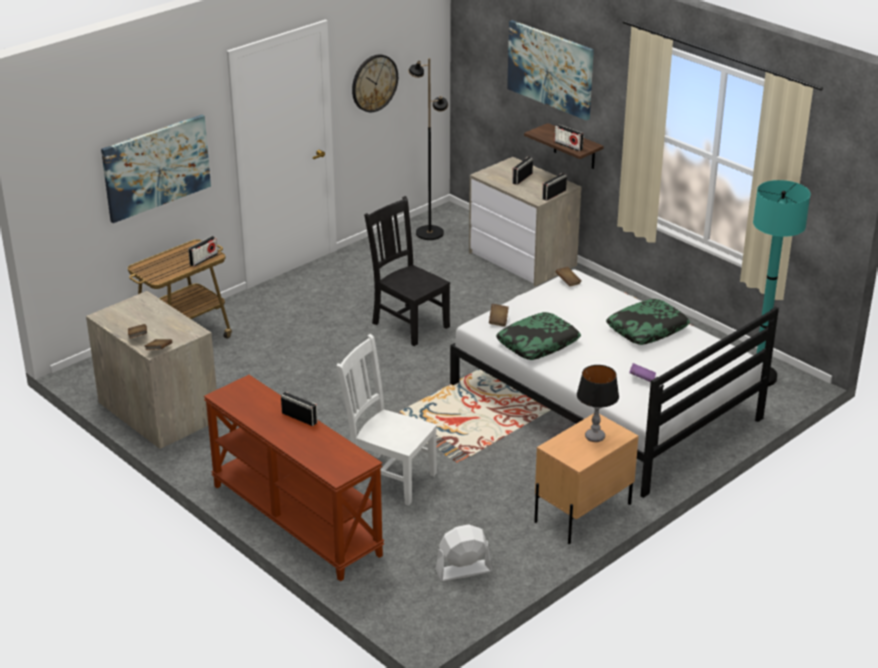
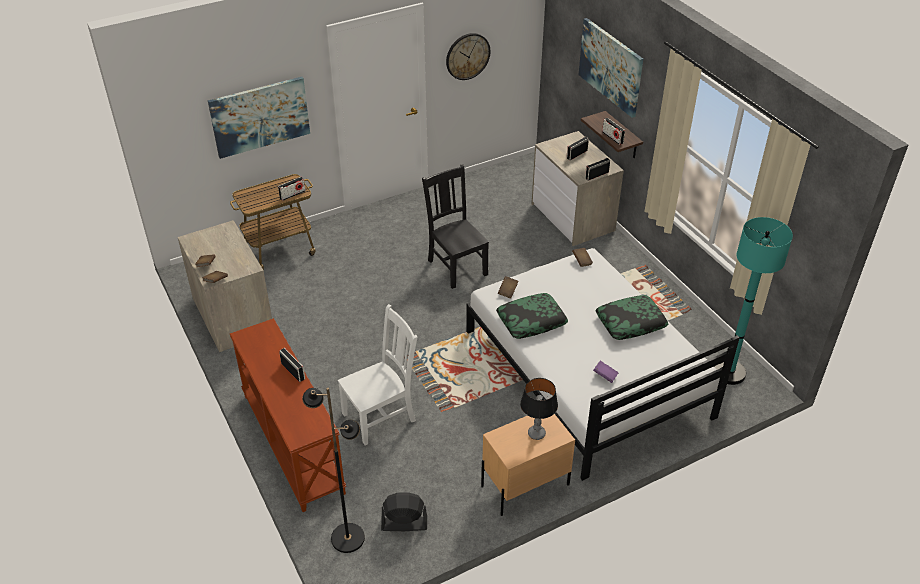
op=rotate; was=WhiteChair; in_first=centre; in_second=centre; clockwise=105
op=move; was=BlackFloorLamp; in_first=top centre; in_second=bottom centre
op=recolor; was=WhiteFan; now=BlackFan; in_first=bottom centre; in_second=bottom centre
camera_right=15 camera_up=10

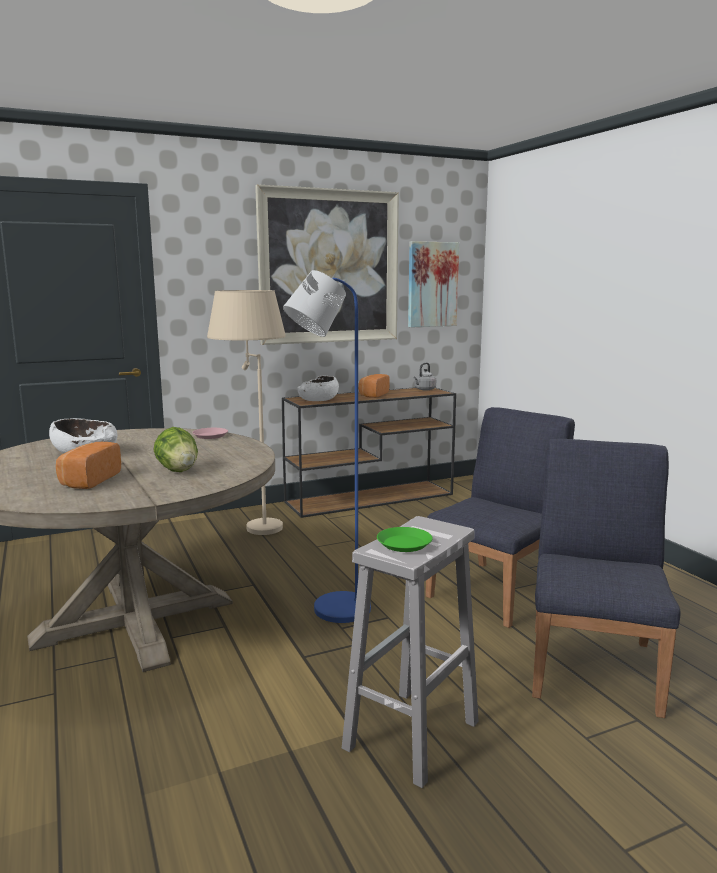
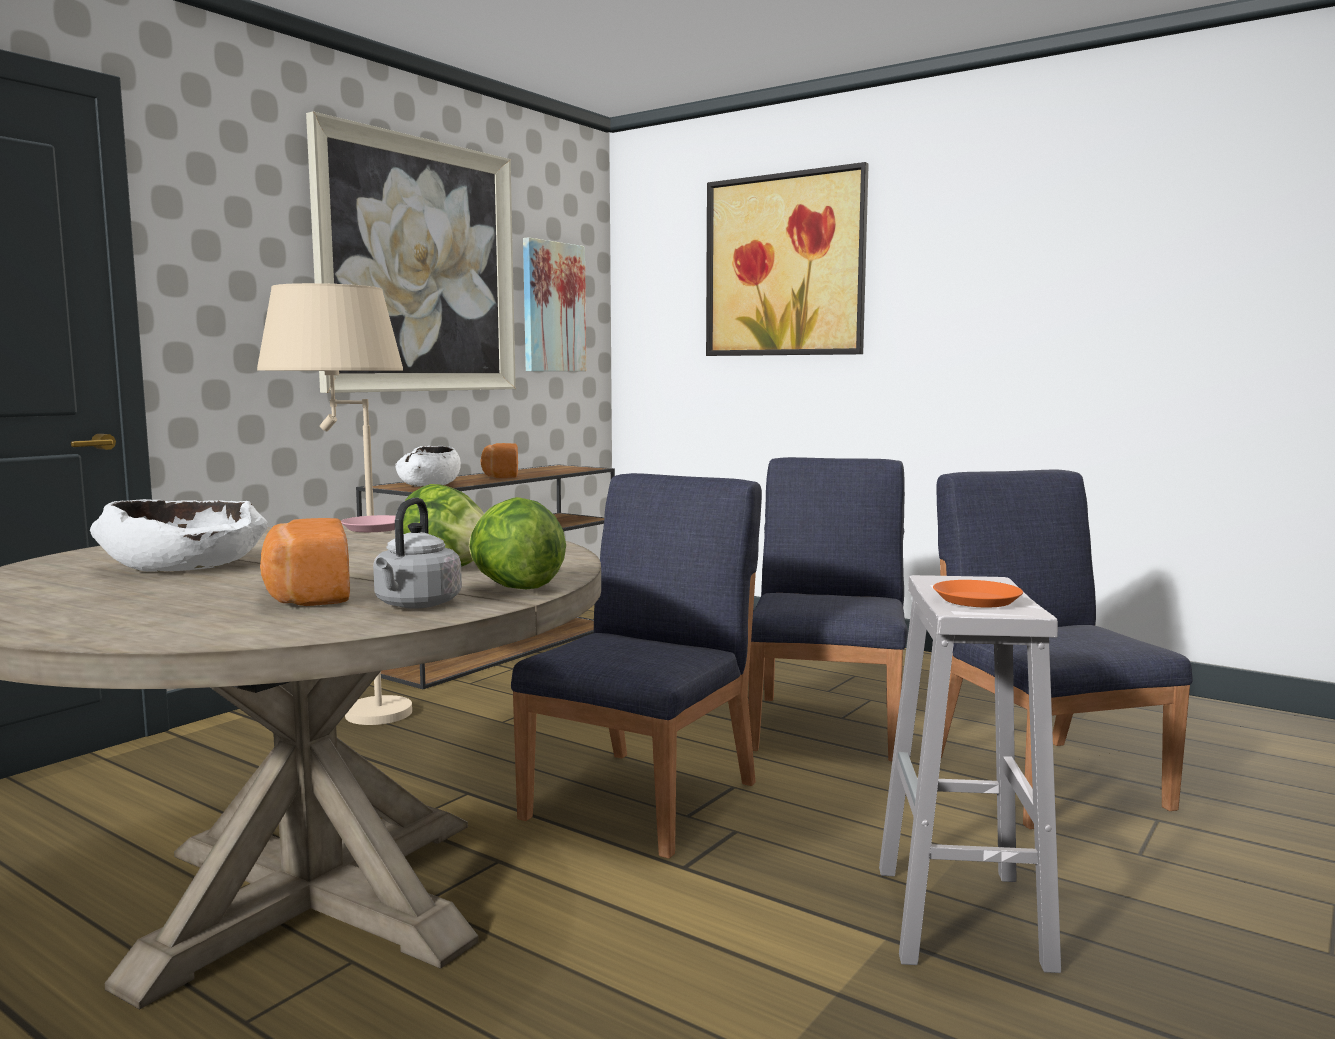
op=replace; was=BlueFloorLamp; now=BlueChair (1st from left); in_first=centre; in_second=centre
op=recolor; was=GreenPlate; now=OrangePlate; in_first=centre; in_second=middle right
op=move; was=GreyKettle; in_first=centre; in_second=middle left
op=insert; now=Lettuce (2nd from left); in_second=centre
op=insert; now=Picture (3rd from left); in_second=top centre
camera_right=-30 camera_up=-5

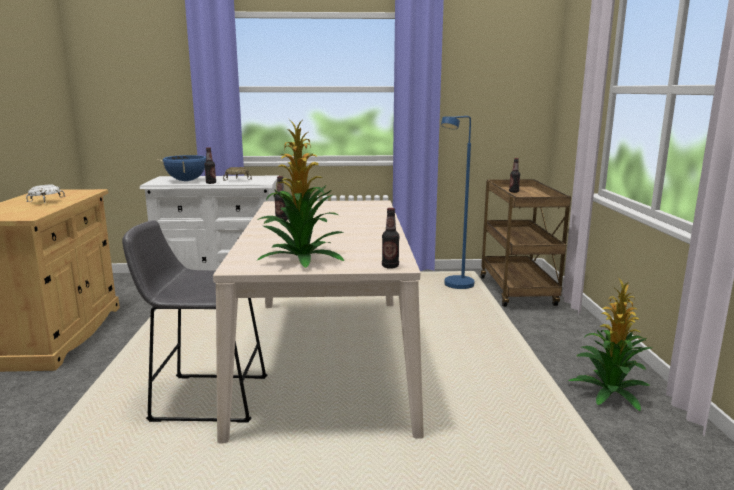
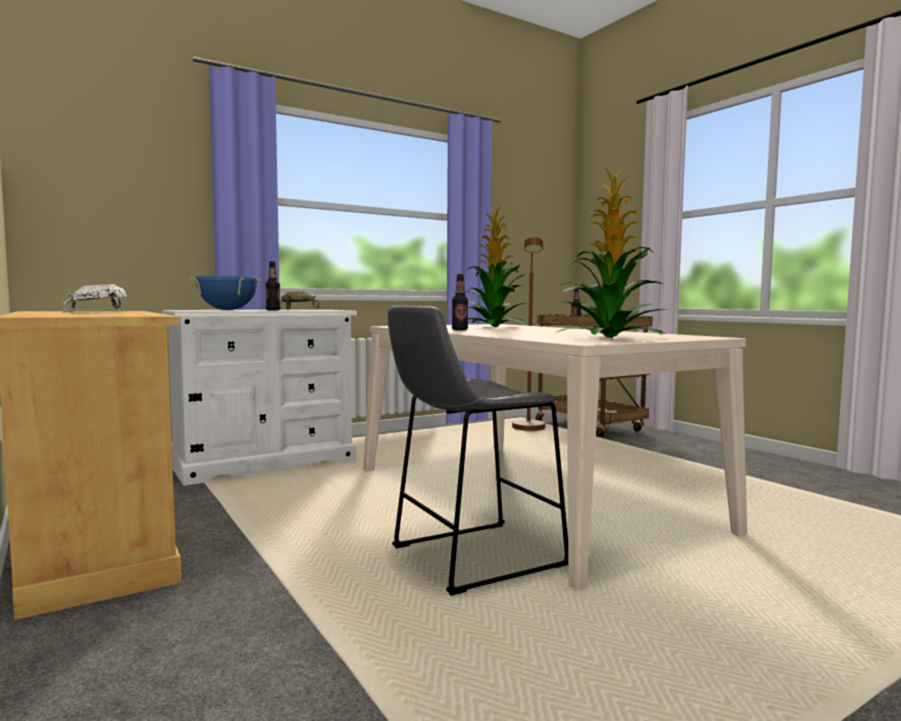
op=delete; was=Bottle (3rd from left); in_first=centre
op=recolor; was=BlueFloorLamp; now=BrownFloorLamp; in_first=centre; in_second=centre
op=move; was=PottedPlant (2nd from left in the first image); now=PottedPlant (1st from left); in_first=bottom right; in_second=centre
camera_right=-30 camera_up=-10

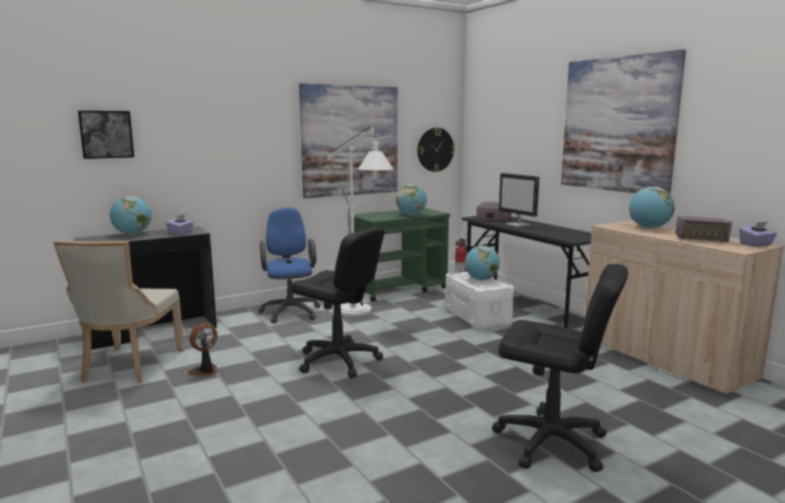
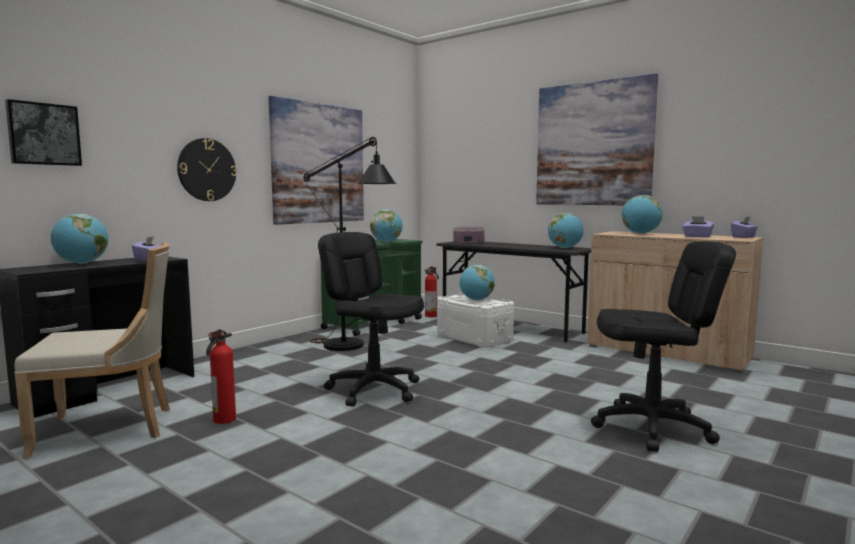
op=rotate; was=BeigeChair; in_first=middle left; in_second=middle left; clockwise=-90
op=replace; was=Fan; now=FireExtinguisher (1st from left); in_first=bottom left; in_second=bottom left
op=delete; was=BlueOfficeChair; in_first=centre
op=rotate; was=BlackOfficeChair (1st from left); in_first=centre; in_second=centre; clockwise=-150
op=recolor; was=WhiteFloorLamp; now=BlackFloorLamp; in_first=centre; in_second=centre
op=move; was=WallClock; in_first=top centre; in_second=top left
op=delete; was=Monitor; in_first=centre
op=replace; was=Radio (2nd from left); now=PurpleTissueBox (2nd from left); in_first=middle right; in_second=middle right
op=insert; now=Globe (4th from left); in_second=centre
camera_right=-20 camera_up=-5

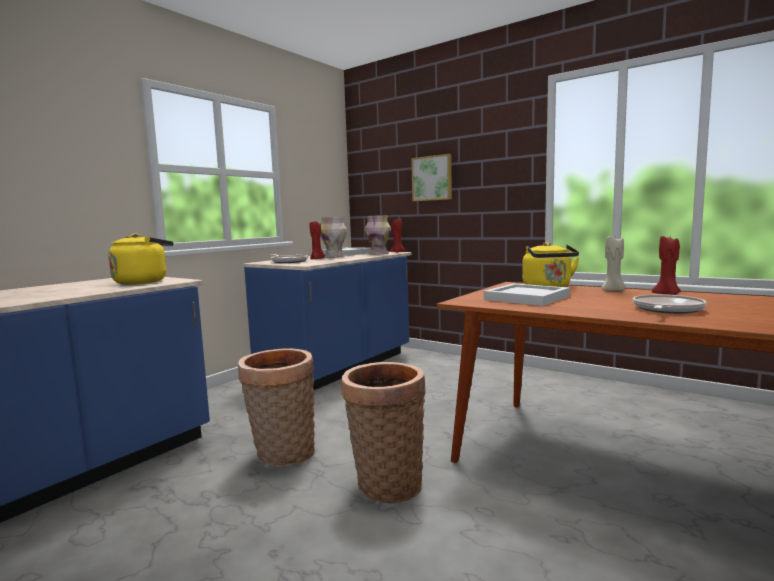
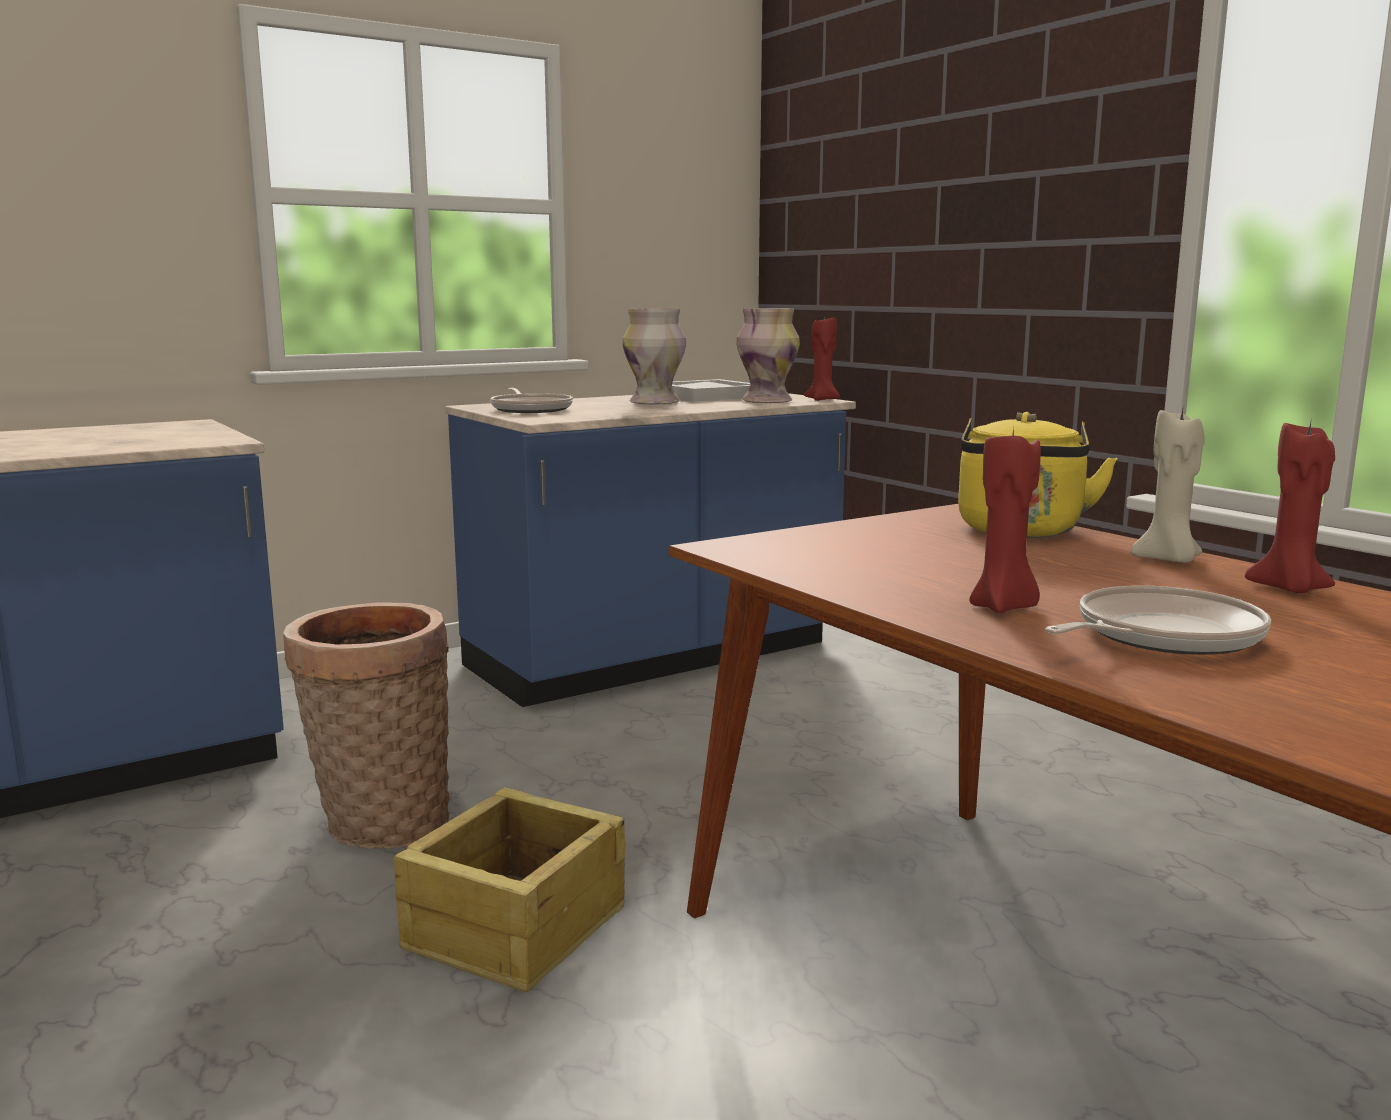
op=delete; was=YellowKettle (1st from left); in_first=middle left
op=move; was=RedCandle (1st from left in the first image); now=RedCandle (2nd from left); in_first=centre; in_second=middle right
op=replace; was=Basket (2nd from left); now=Crate; in_first=bottom centre; in_second=bottom centre
op=delete; was=Picture; in_first=top centre
op=delete; was=WhiteTray (2nd from left); in_first=middle right
camera_right=20 camera_up=5

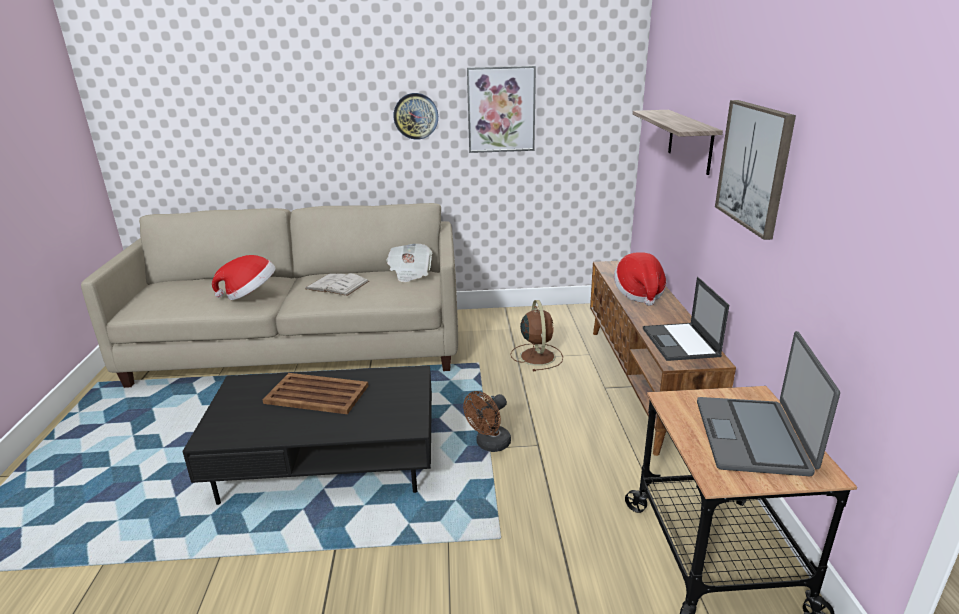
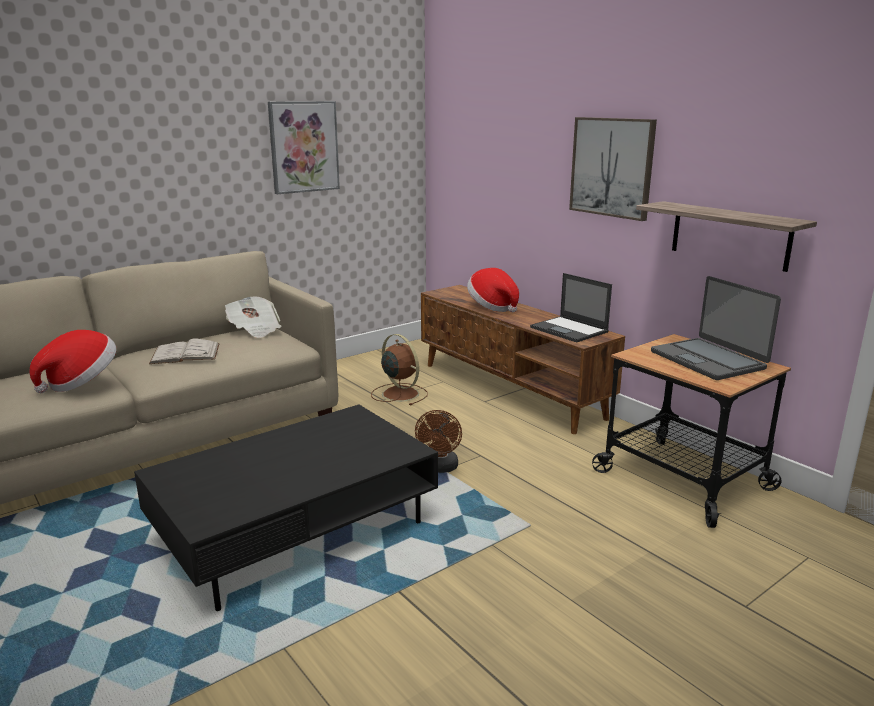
op=delete; was=BrownTray; in_first=middle left
op=delete; was=WallClock; in_first=top centre
op=move; was=Shelf; in_first=top right; in_second=middle right
camera_right=-35 camera_up=-5

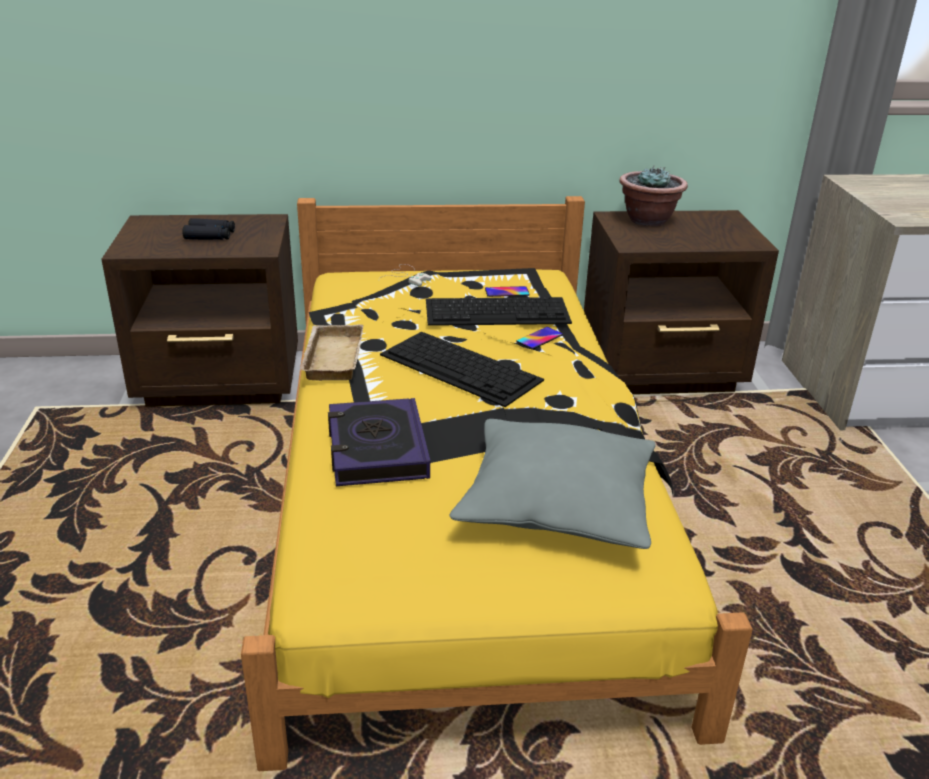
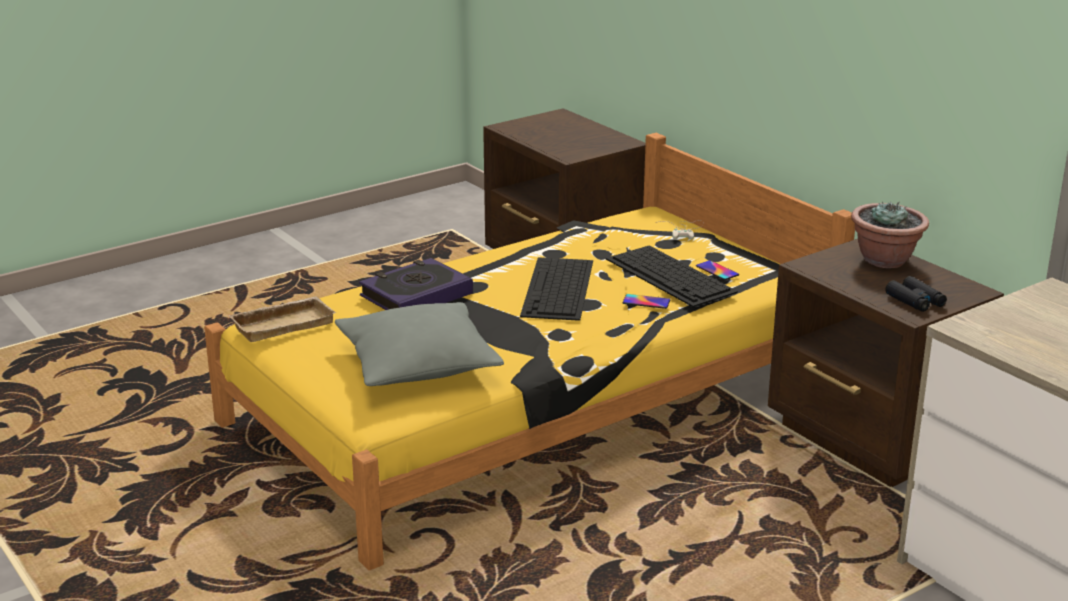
op=move; was=BlackBinoculars; in_first=top left; in_second=middle right
op=move; was=BeigeTray; in_first=centre; in_second=middle left
camera_right=60 camera_up=-5

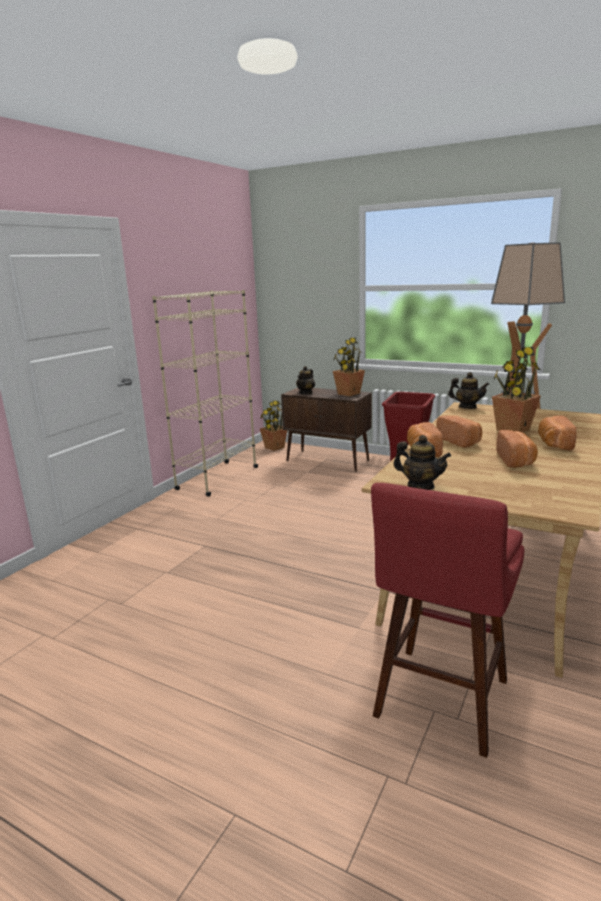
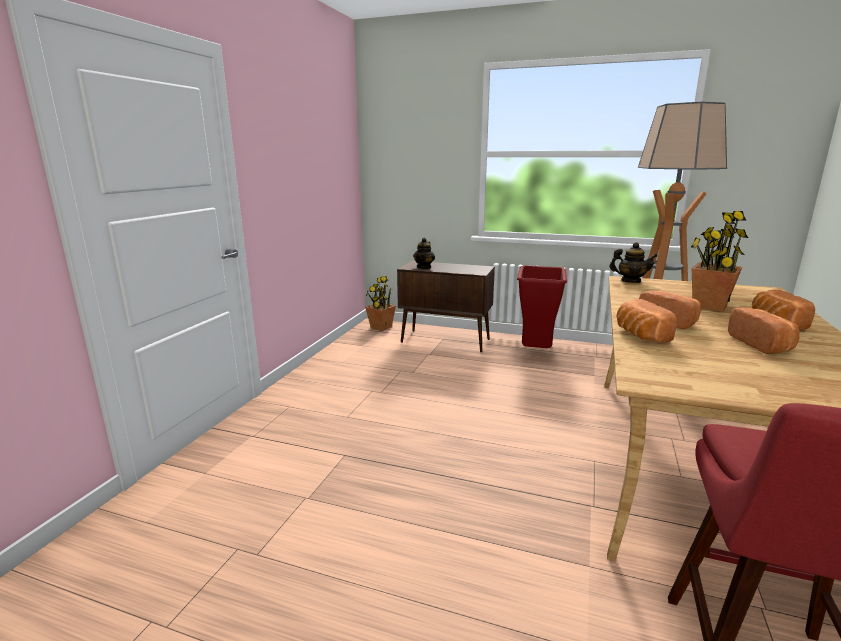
op=delete; was=BeigeBookcase; in_first=centre
op=delete; was=PottedPlant (2nd from left); in_first=centre
op=delete; was=Teapot (2nd from left); in_first=middle right
camera_right=-10 camera_up=0

